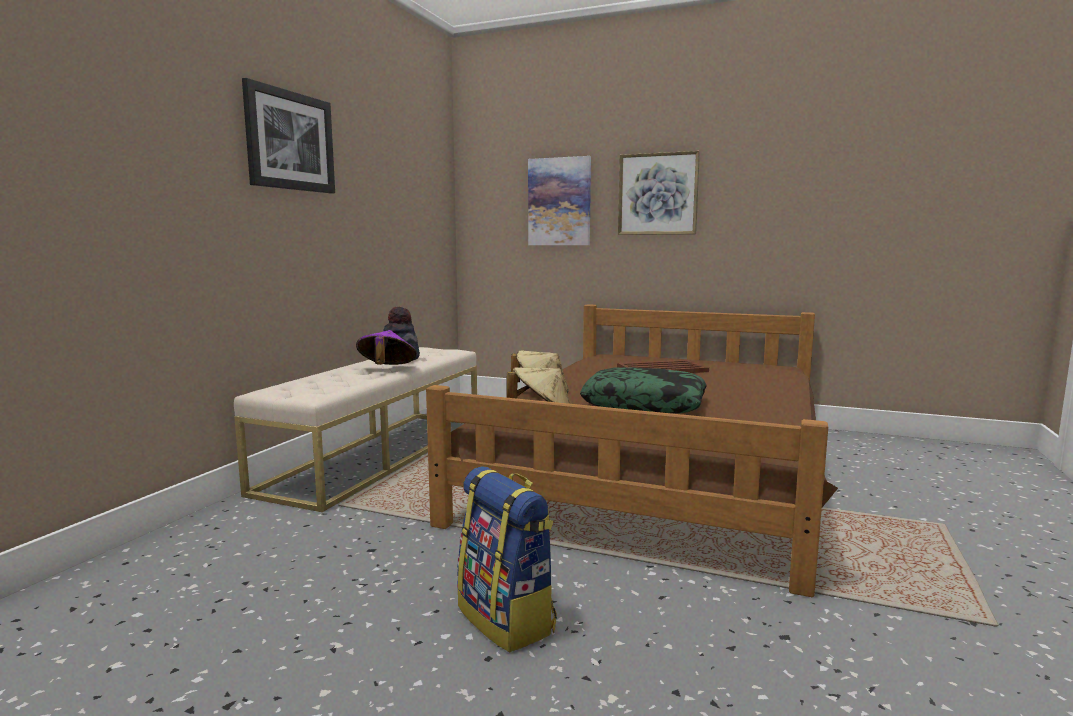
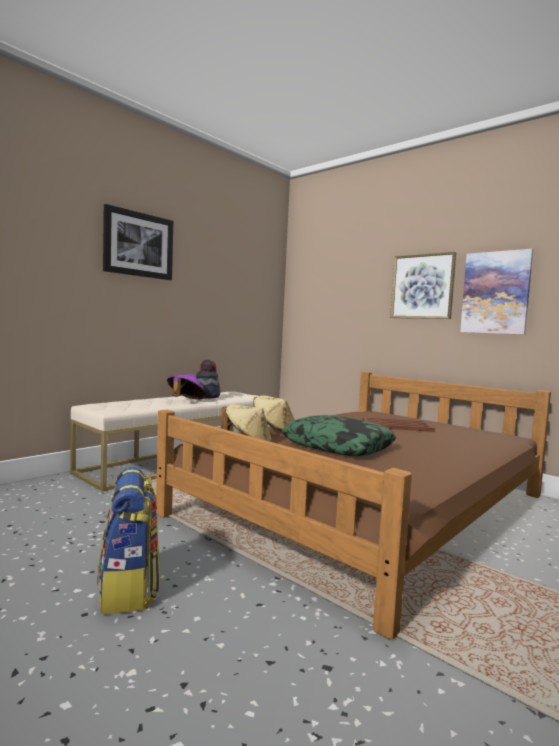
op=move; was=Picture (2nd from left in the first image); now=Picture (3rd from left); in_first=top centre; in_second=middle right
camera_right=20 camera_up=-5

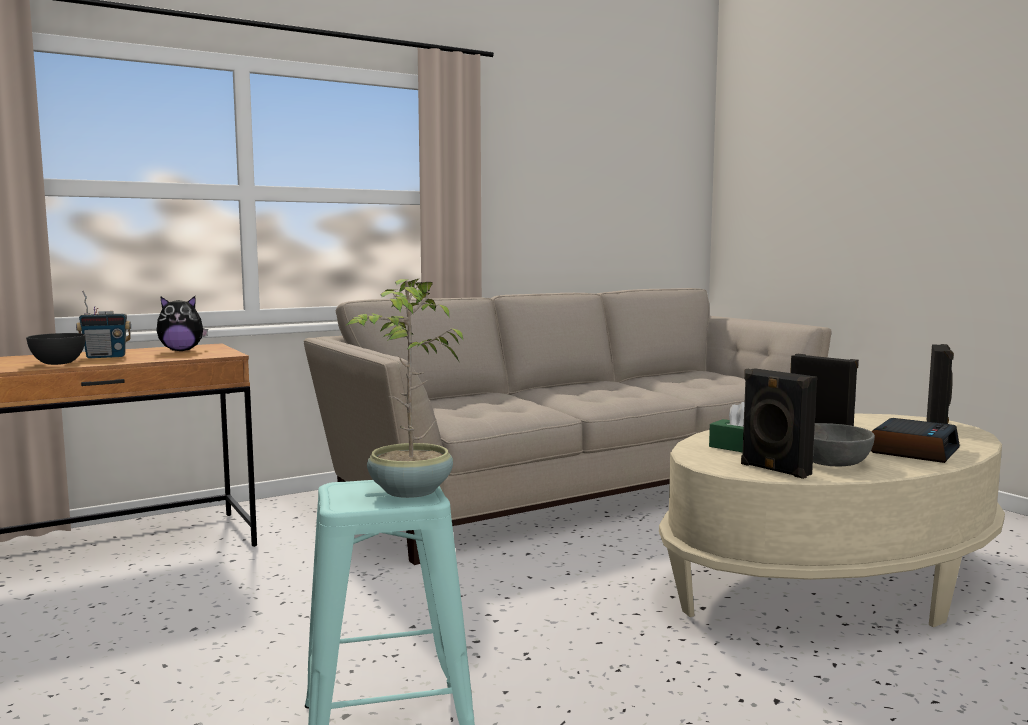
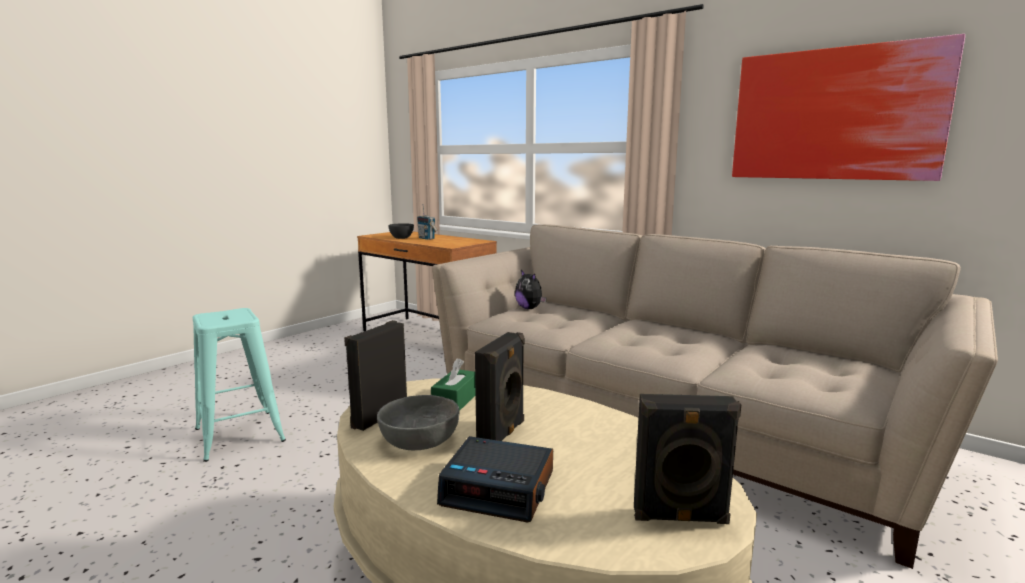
op=move; was=PlushToy; in_first=middle left; in_second=centre
op=delete; was=PottedPlant; in_first=centre
op=insert; now=Picture; in_second=top right
camera_right=70 camera_up=5

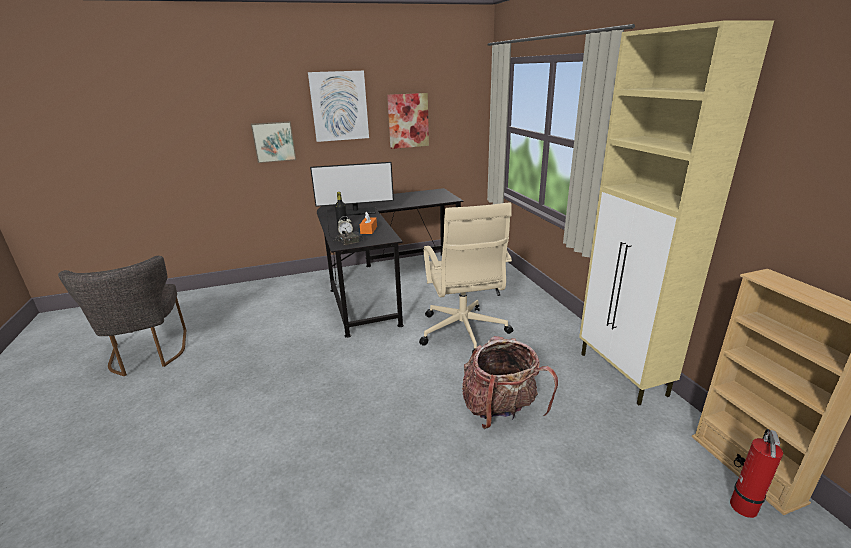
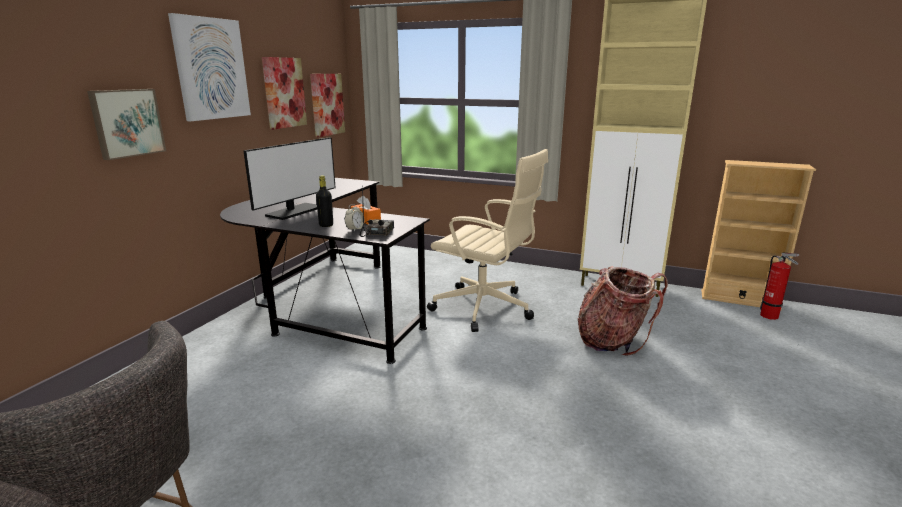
op=insert; now=Picture (4th from left); in_second=top centre
camera_right=-50 camera_up=-5

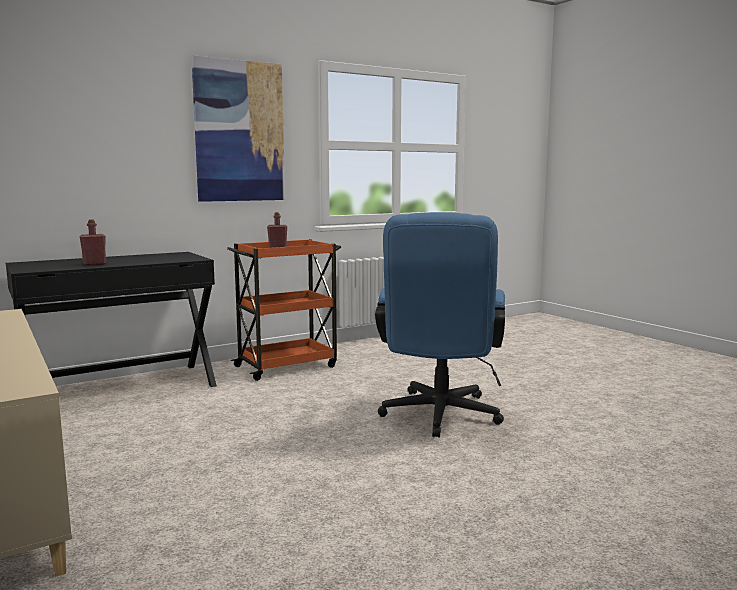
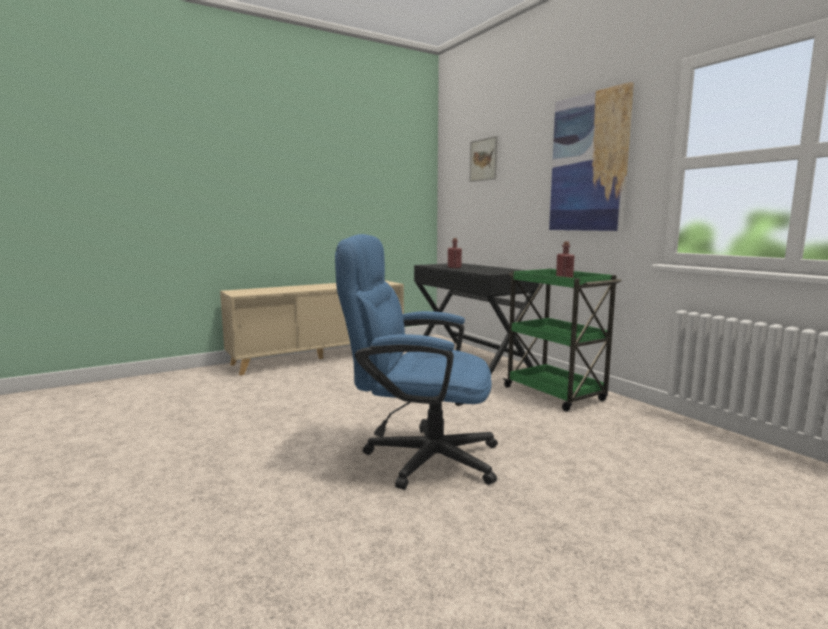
op=recolor; was=OrangeCart; now=GreenCart; in_first=centre; in_second=middle right
op=insert; now=Picture (1st from left); in_second=top centre
camera_right=90 camera_up=0

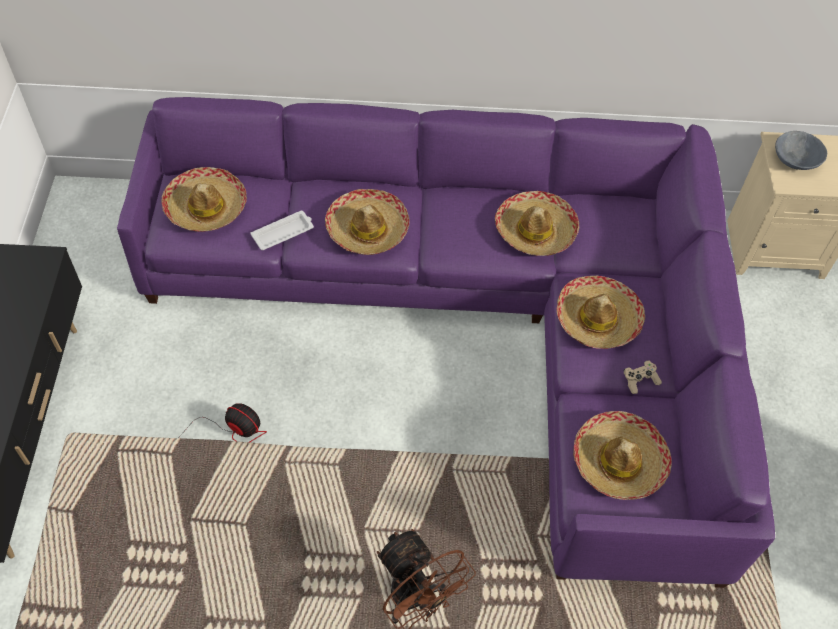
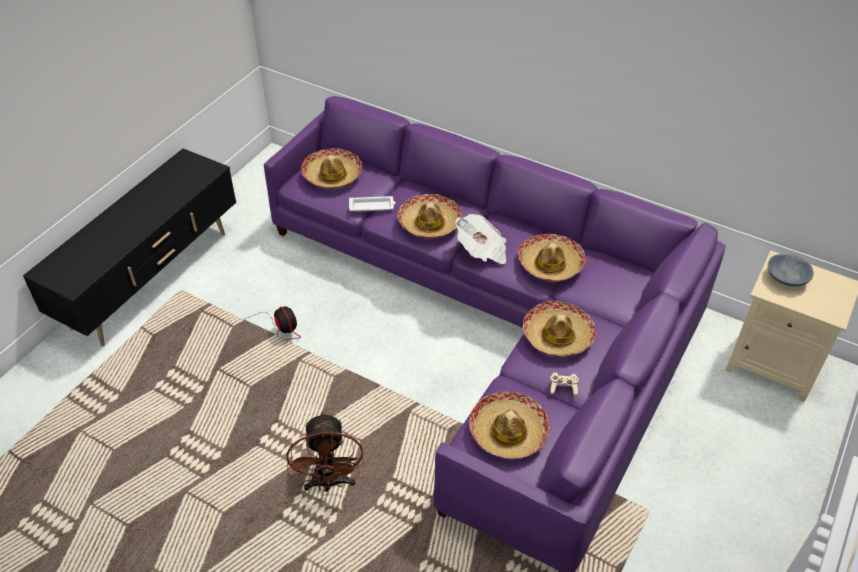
op=insert; now=Newspaper; in_second=centre
camera_right=30 camera_up=-10

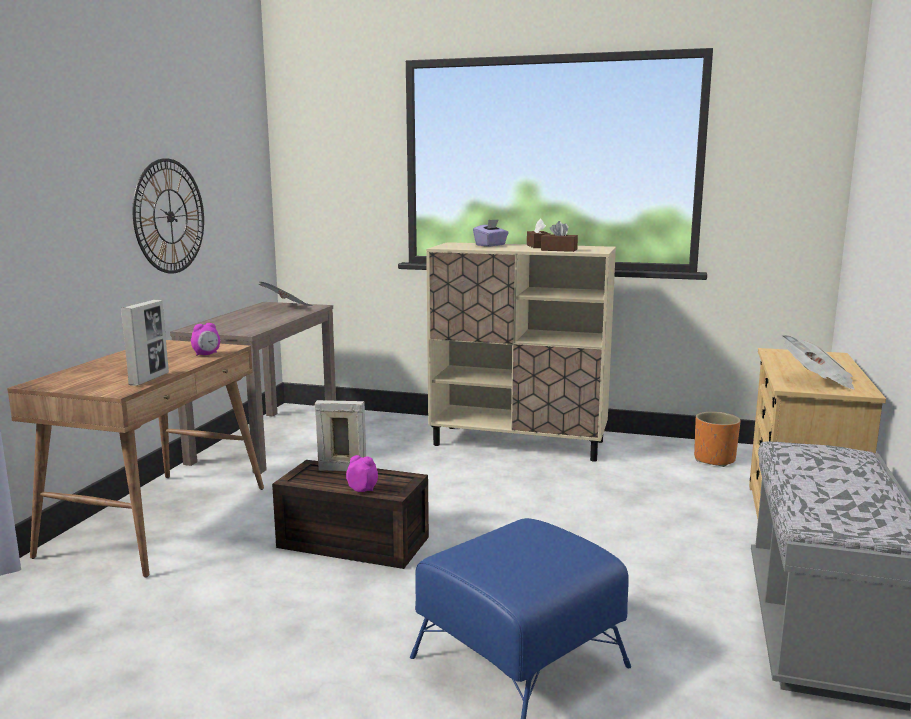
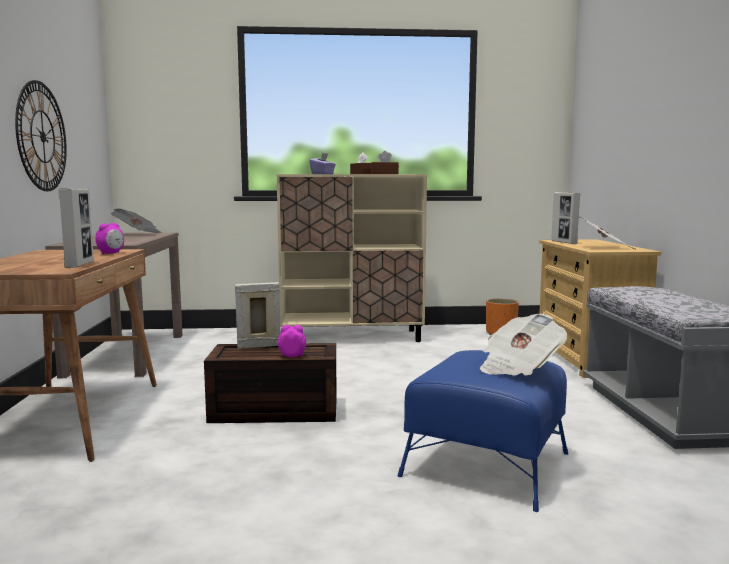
op=insert; now=Newspaper (2nd from left); in_second=middle right
op=insert; now=PictureFrame (3rd from left); in_second=middle right
camera_right=-20 camera_up=-5

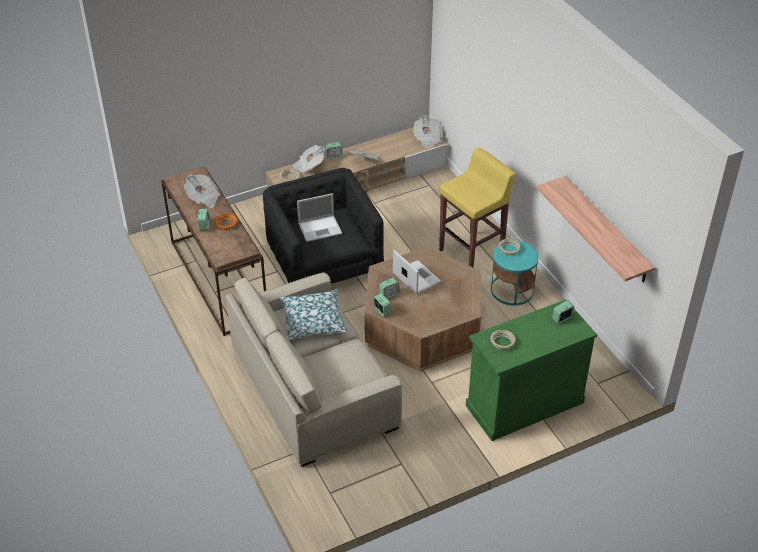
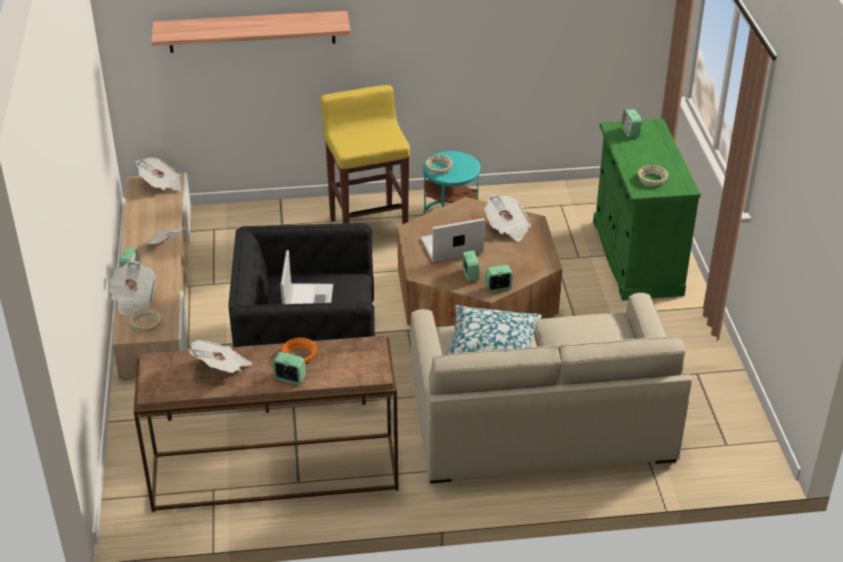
op=move; was=Shelf; in_first=middle right; in_second=top left
op=insert; now=Newspaper (5th from left); in_second=centre
camera_right=-70 camera_up=-5

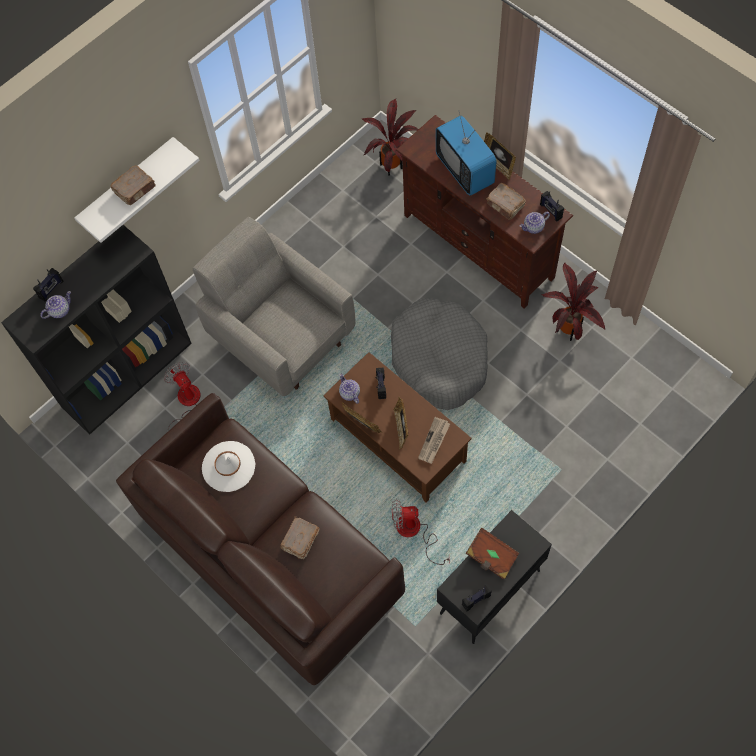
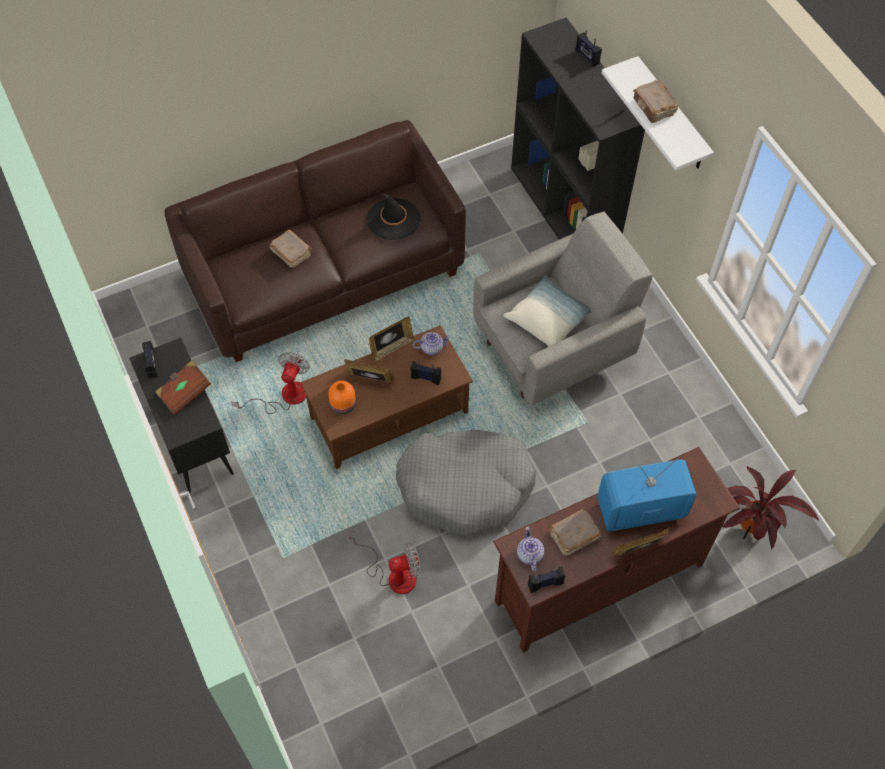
op=delete; was=Teapot (1st from left); in_first=middle left
op=move; was=Fan (1st from left in the first image); now=Fan (2nd from left); in_first=middle left; in_second=bottom centre
op=recolor; was=WhiteHat; now=BlackHat; in_first=middle left; in_second=top centre
op=replace; was=Newspaper; now=OrangeVase; in_first=centre; in_second=centre
op=delete; was=PottedPlant (2nd from left); in_first=middle right
op=insert; now=Pillow; in_second=centre
camera_right=105 camera_up=-5

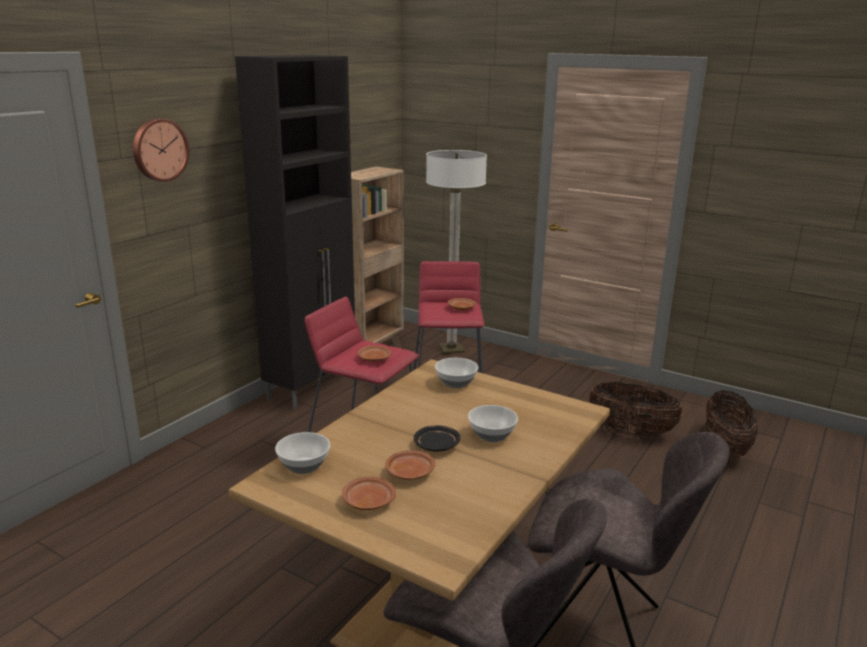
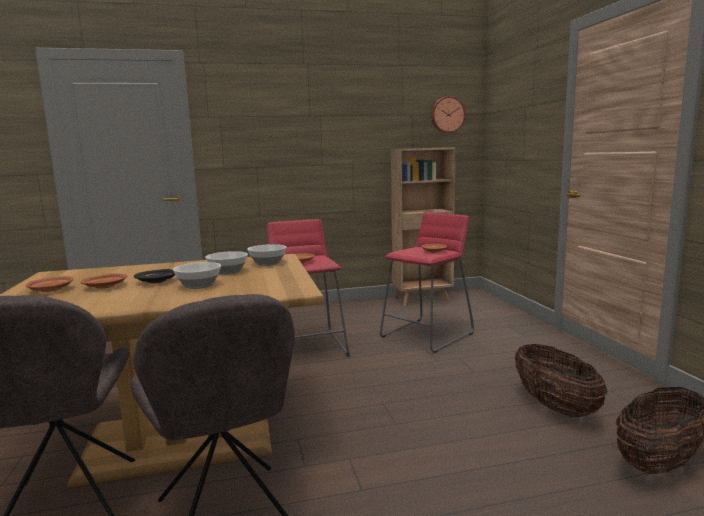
op=move; was=WallClock; in_first=top left; in_second=top centre
op=delete; was=BlackCabinet; in_first=centre
op=move; was=Bowl (1st from left in the first image); now=Bowl (2nd from left); in_first=bottom centre; in_second=middle left
op=delete; was=FloorLamp; in_first=centre
camera_right=45 camera_up=-10

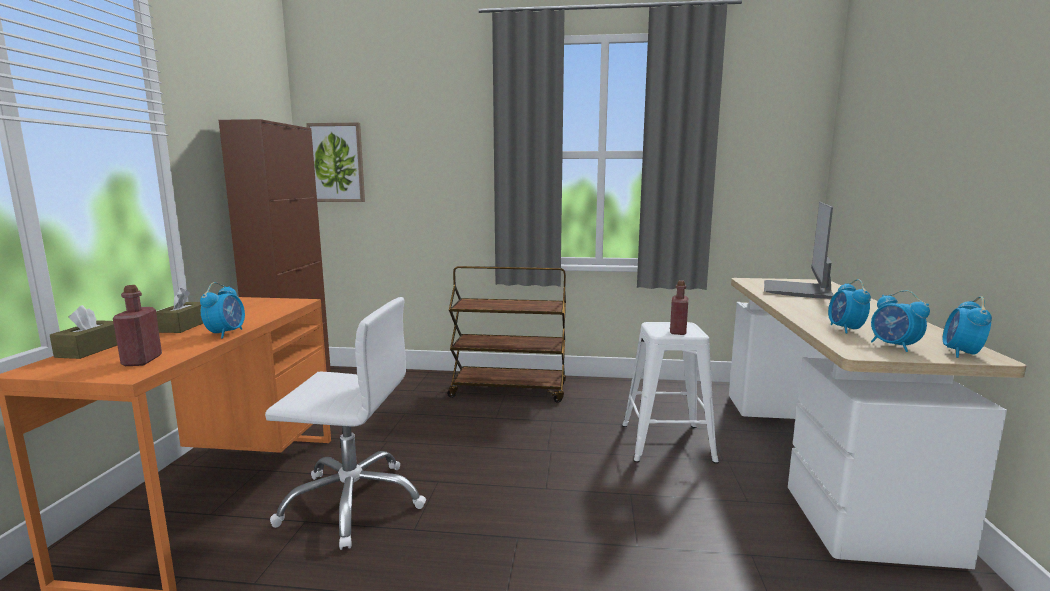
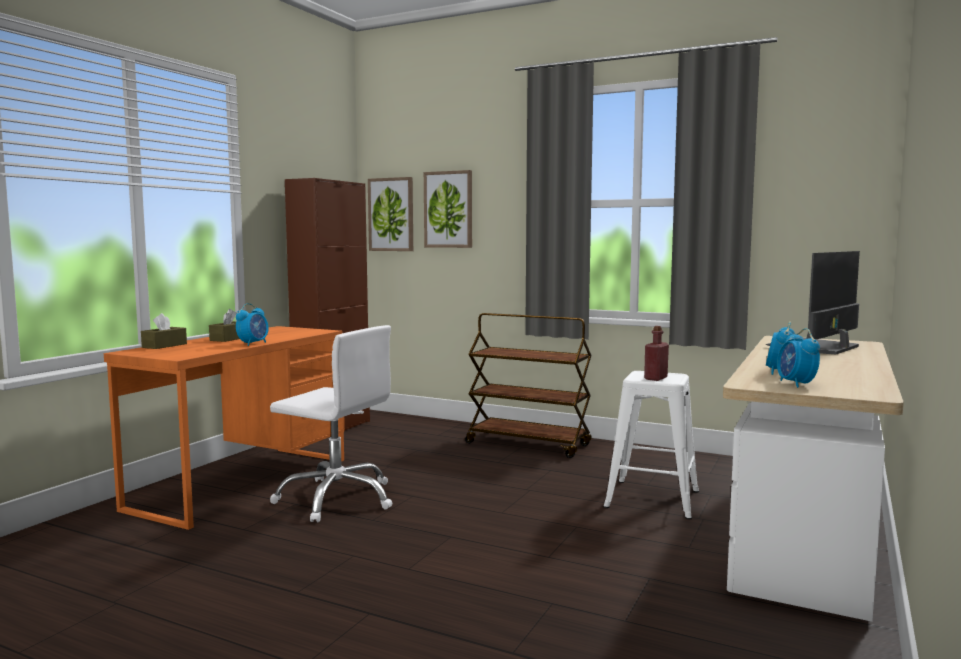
op=delete; was=RedBottle (1st from left); in_first=middle left
op=delete; was=AlarmClock (4th from left); in_first=middle right
op=insert; now=Picture (2nd from left); in_second=top centre
camera_right=20 camera_up=-5

